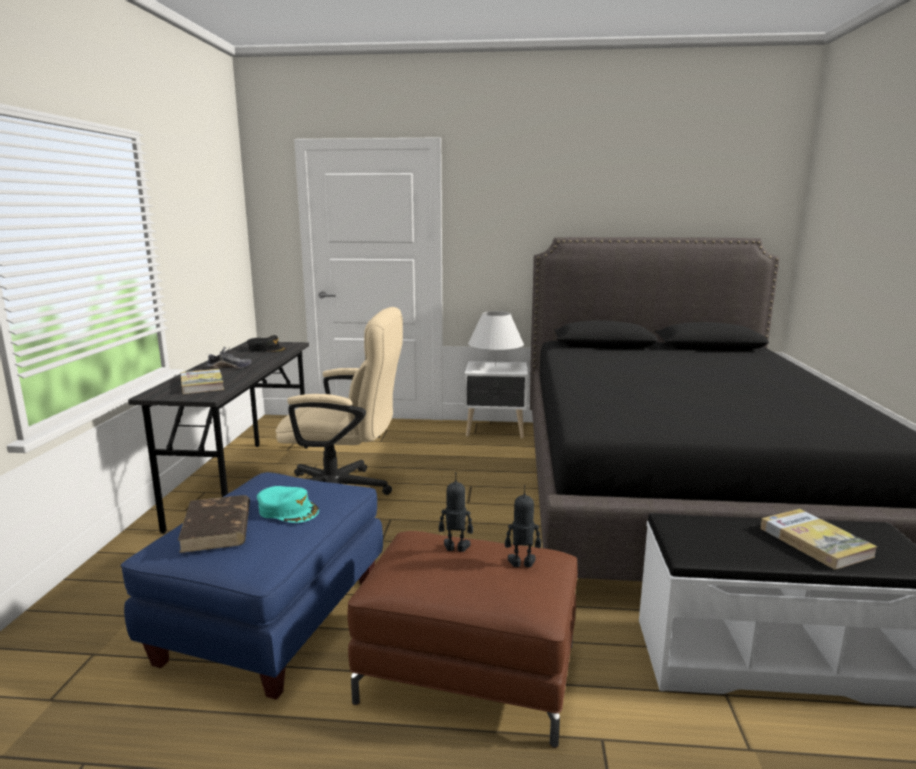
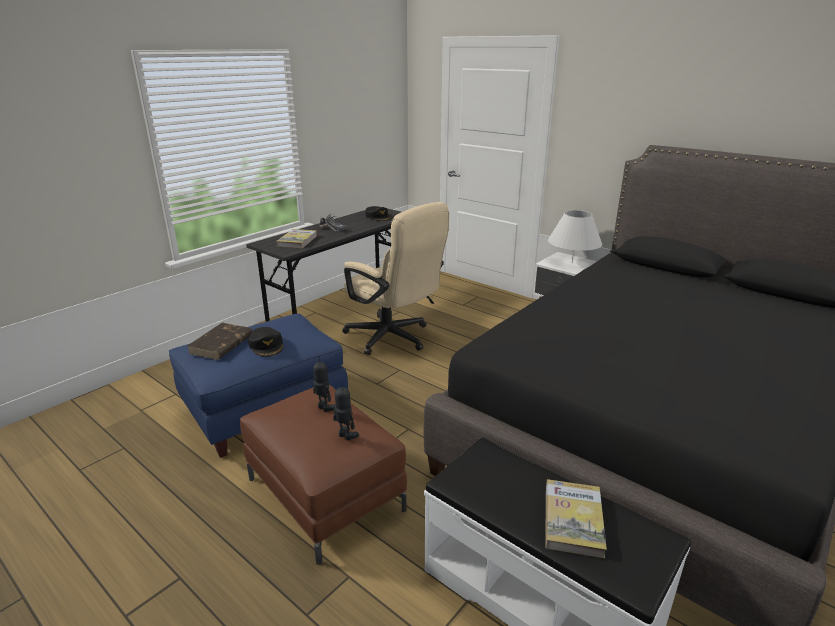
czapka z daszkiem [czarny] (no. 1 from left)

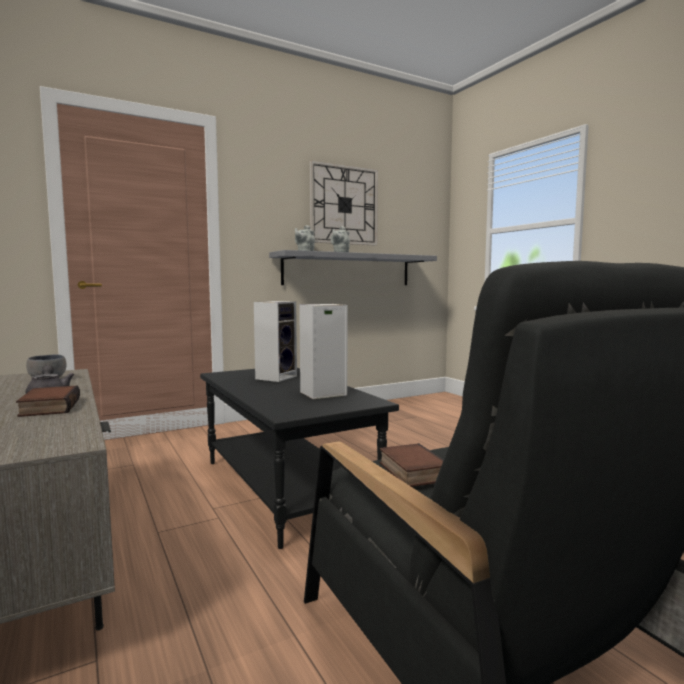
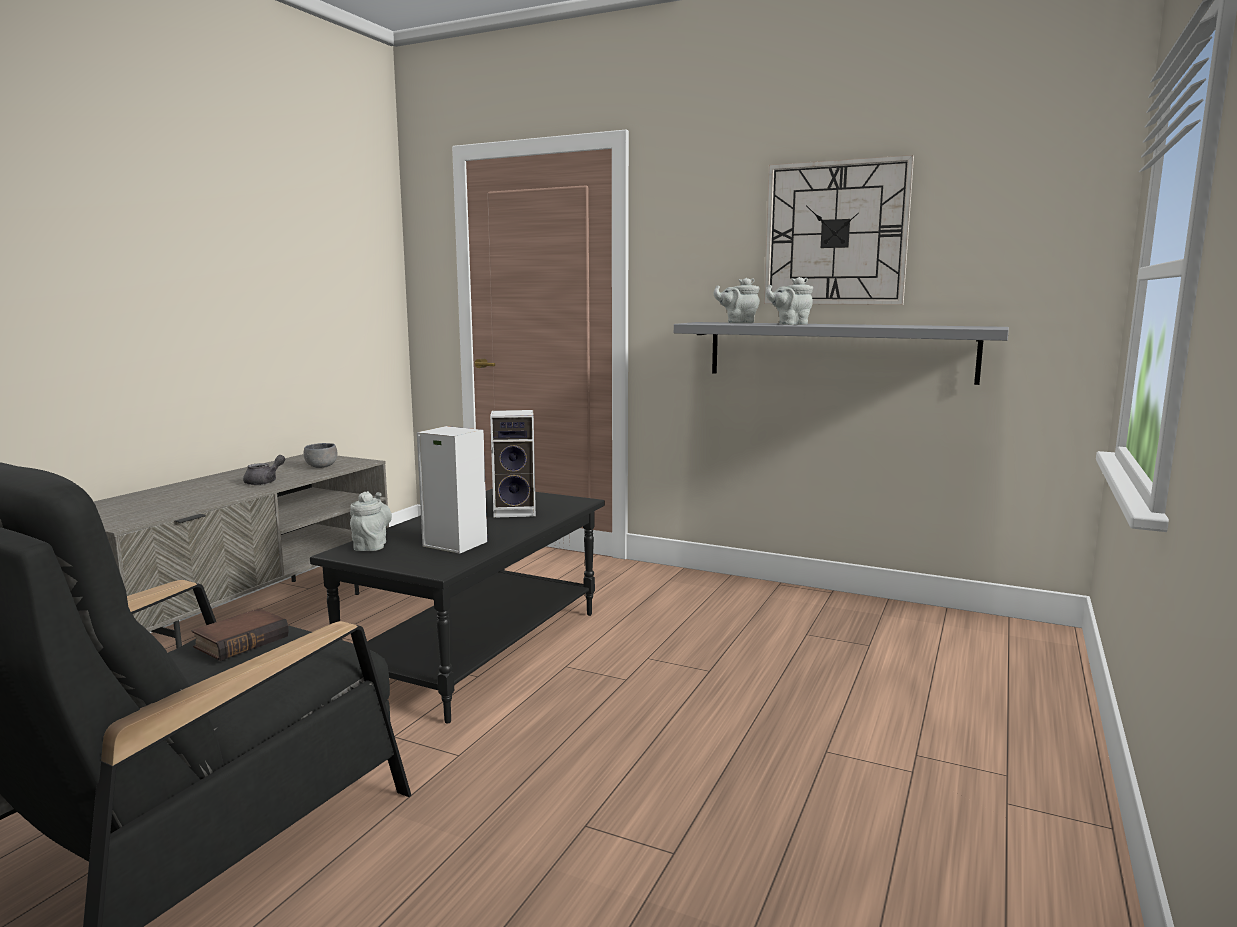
książka (no. 1 from left in the first image)
imbryk [szary] (no. 2 from left)

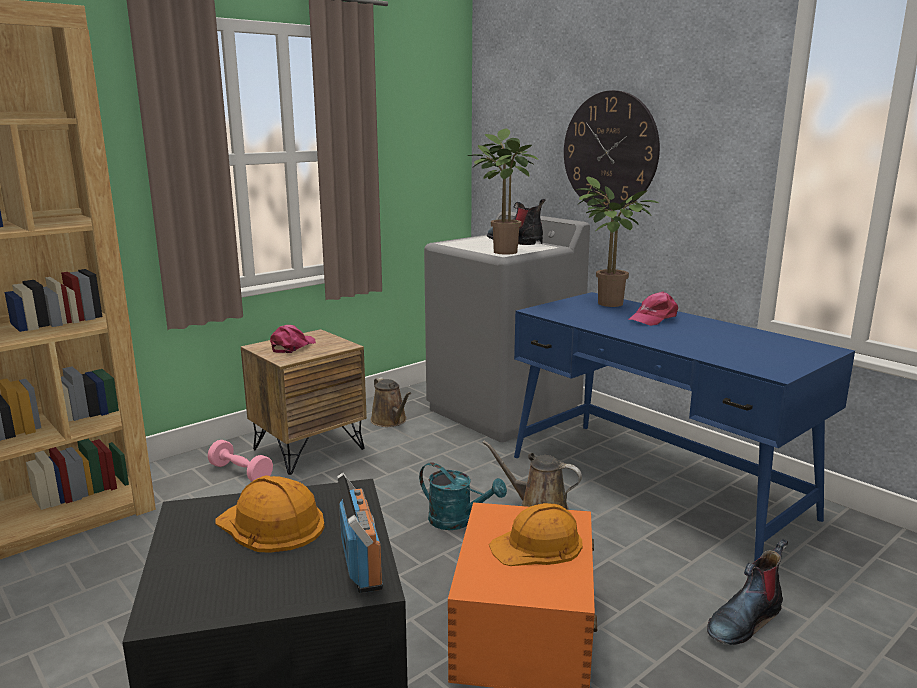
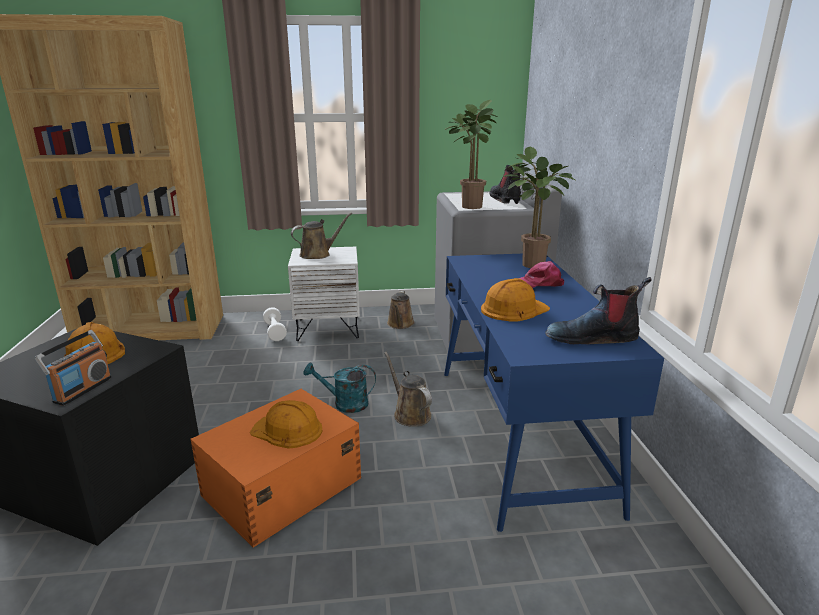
zegar ścienny
konewka [brązowy] (no. 1 from left)
szafka nocna [biały]
hantel [biały]
konewka [turkusowy]
but z cholewką (no. 2 from left)
kask [pomarańczowy] (no. 3 from left)

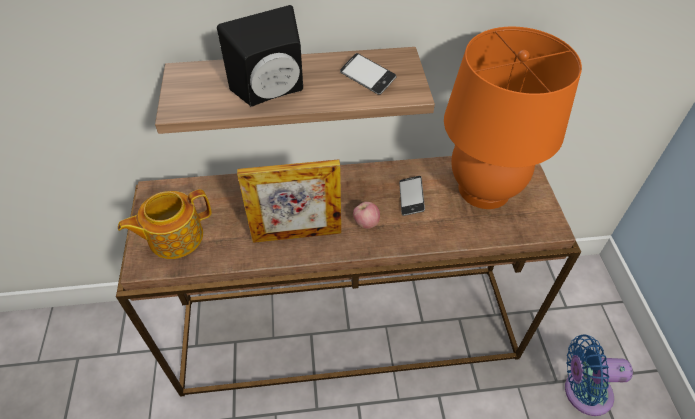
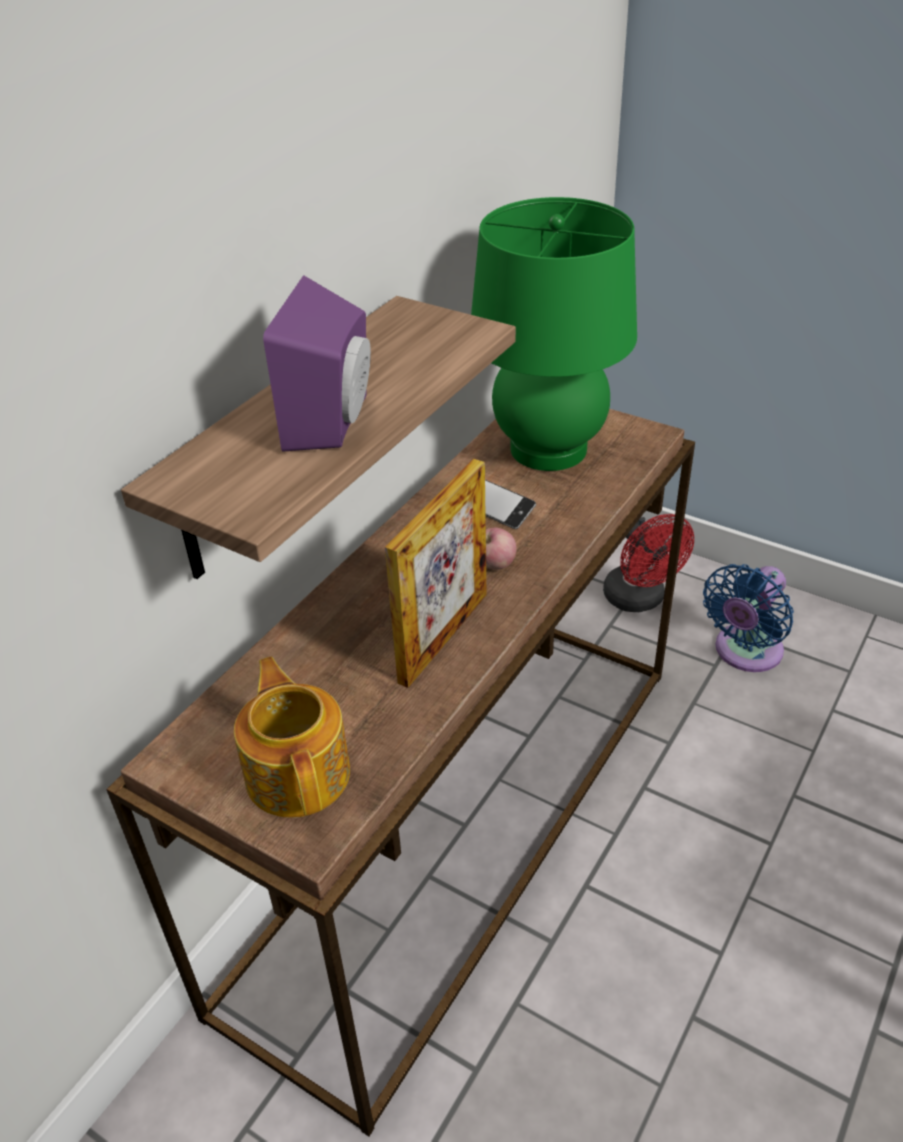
głośnik [fioletowy]
lampa stołowa [zielony]
telefon (no. 1 from left in the first image)
imbryk
wentylator [czerwony]

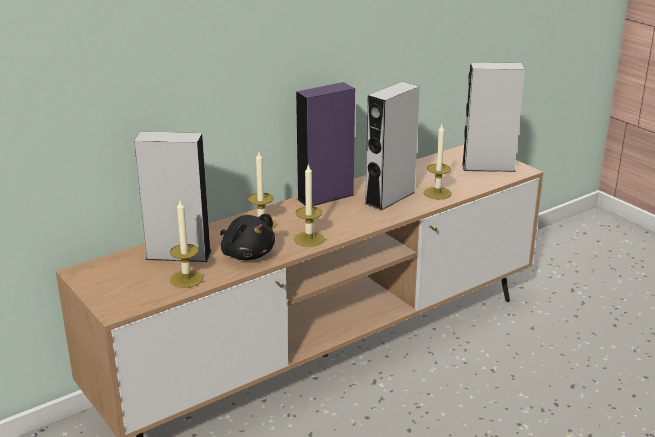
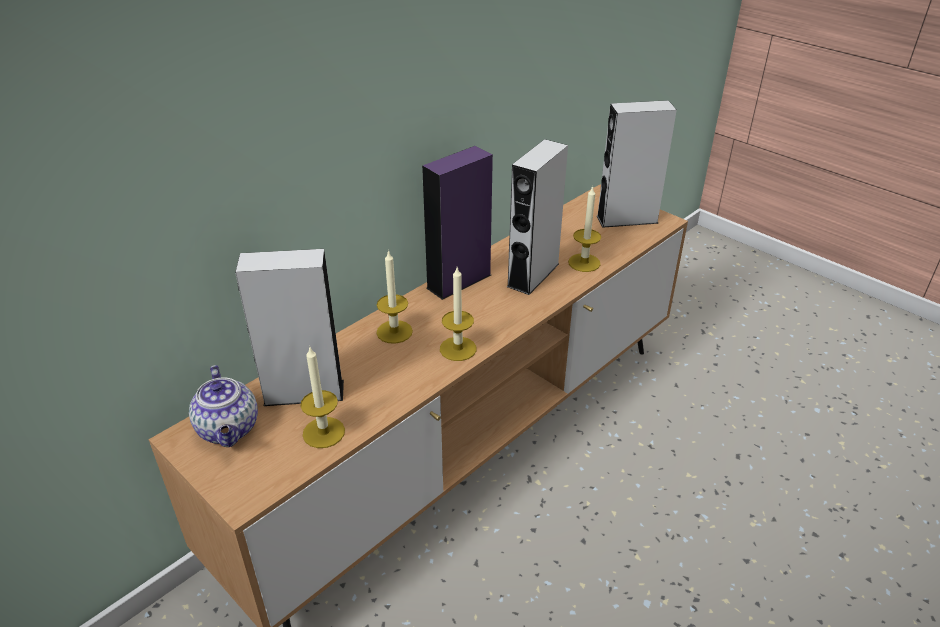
pluszak [czarny]
imbryk

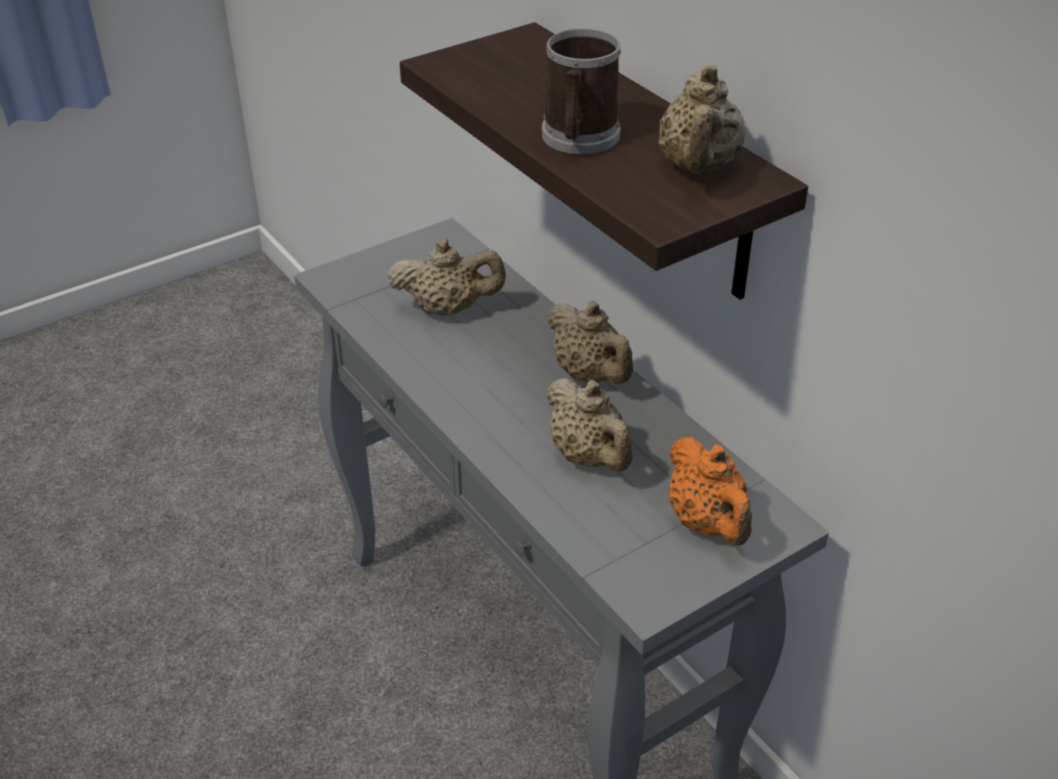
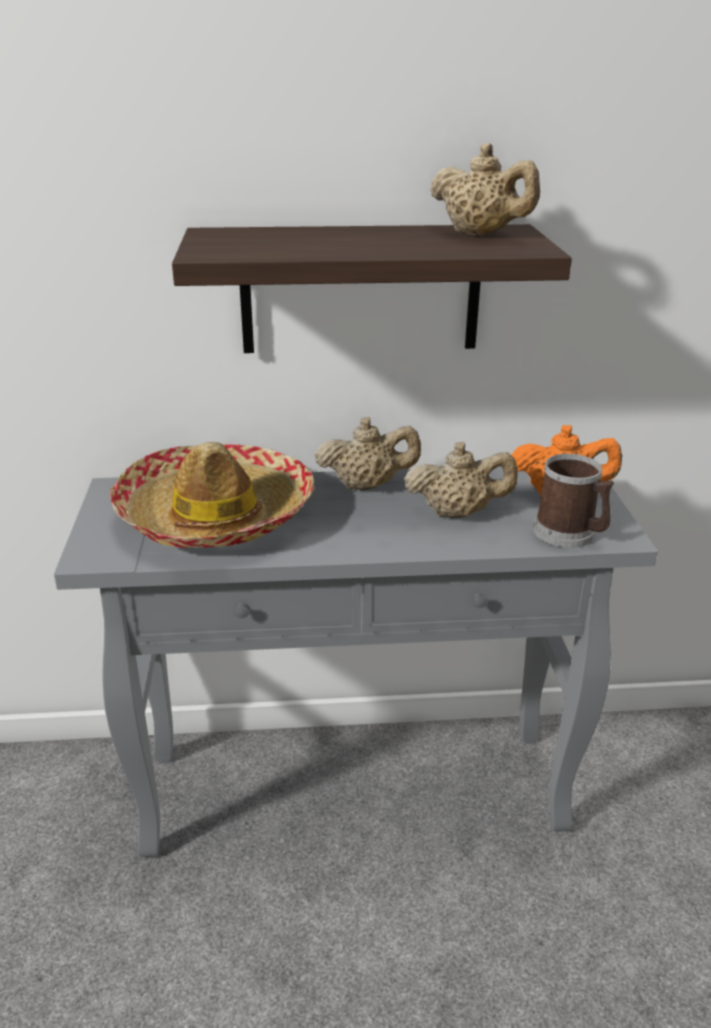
kubek
kapelusz

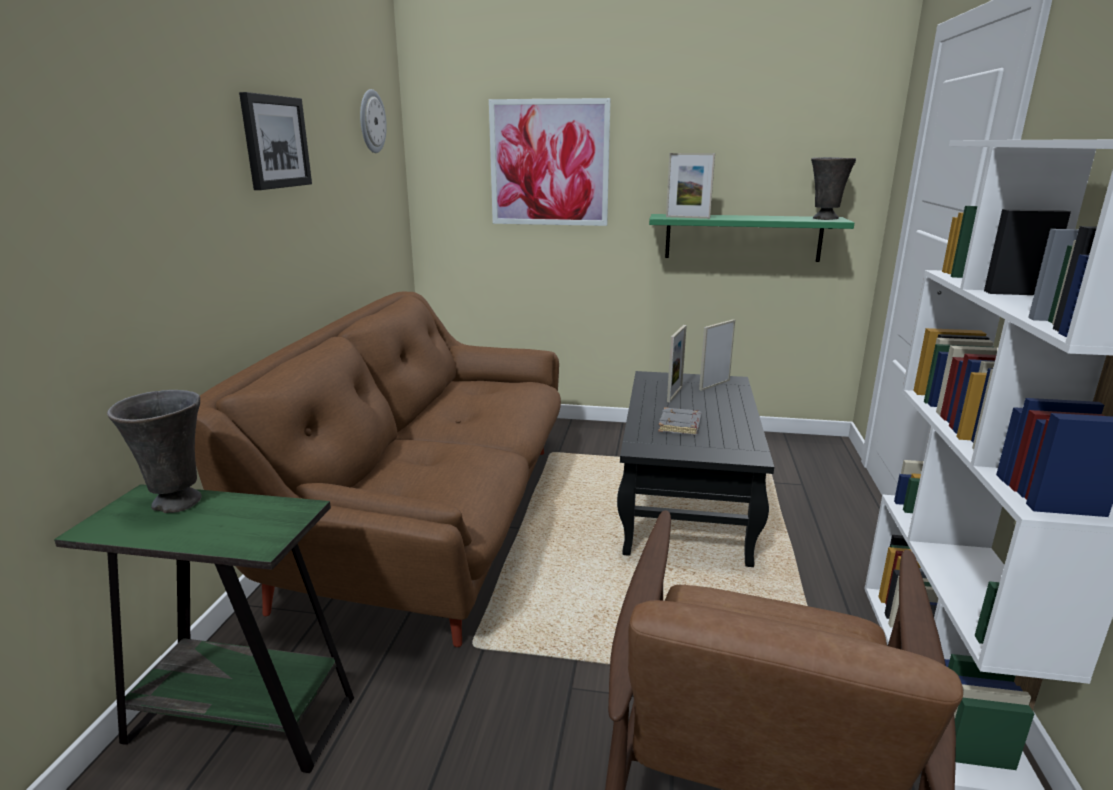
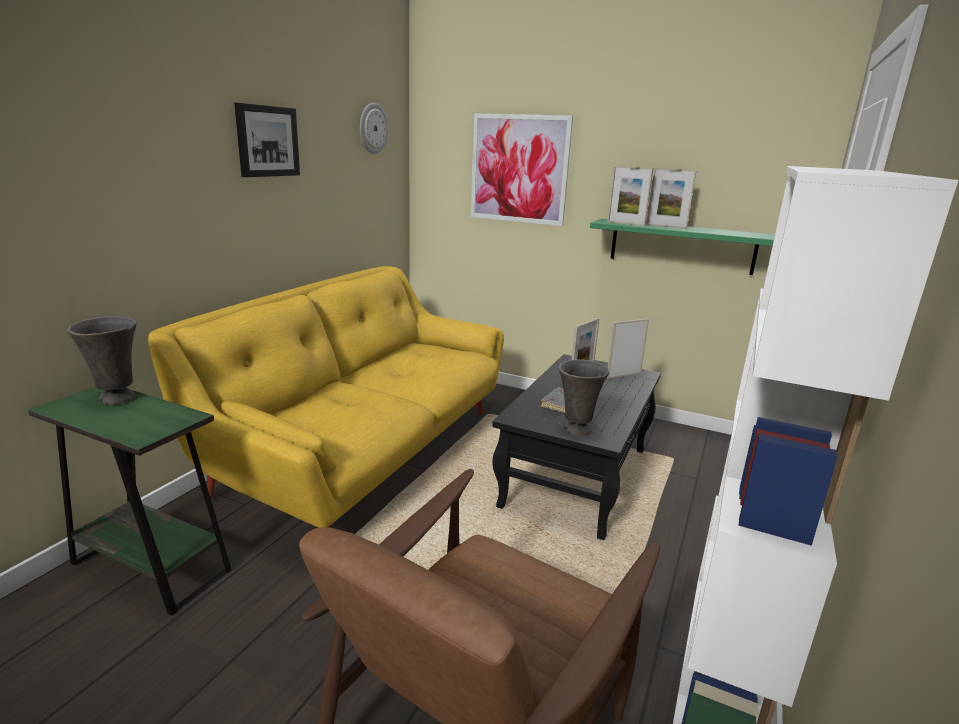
wazon [szary] (no. 2 from left)
kanapa [żółty]
ramka na zdjęcie (no. 4 from left)

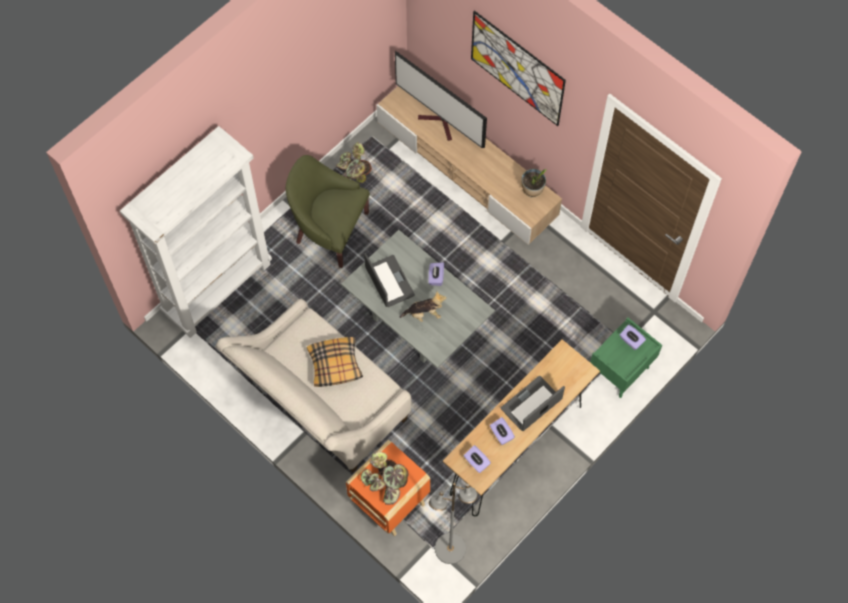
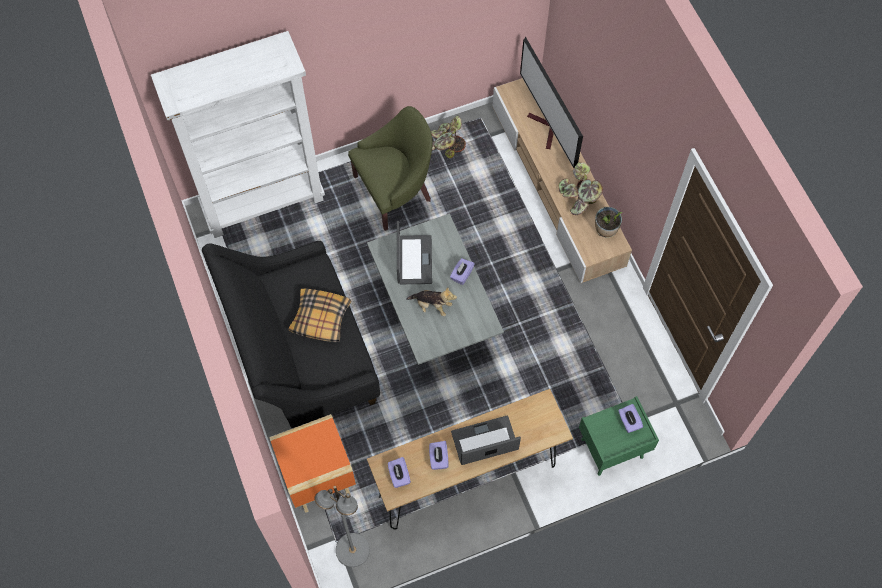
obraz
fotel [zielony]
kanapa [czarny]
roślina doniczkowa (no. 2 from left)

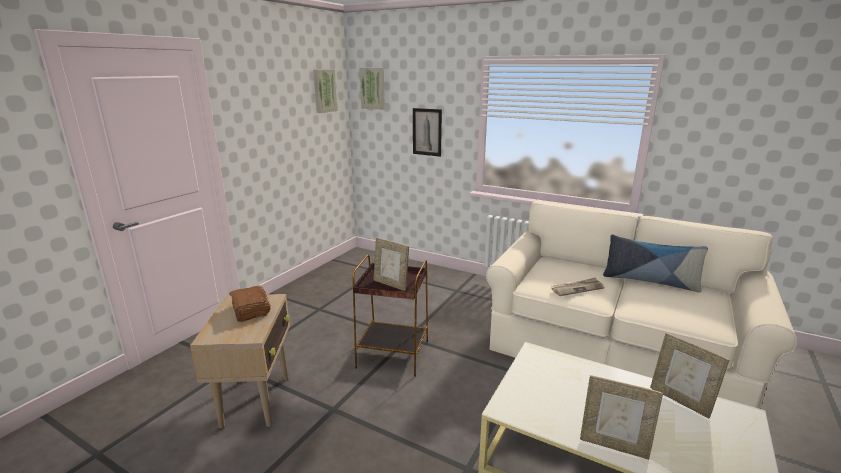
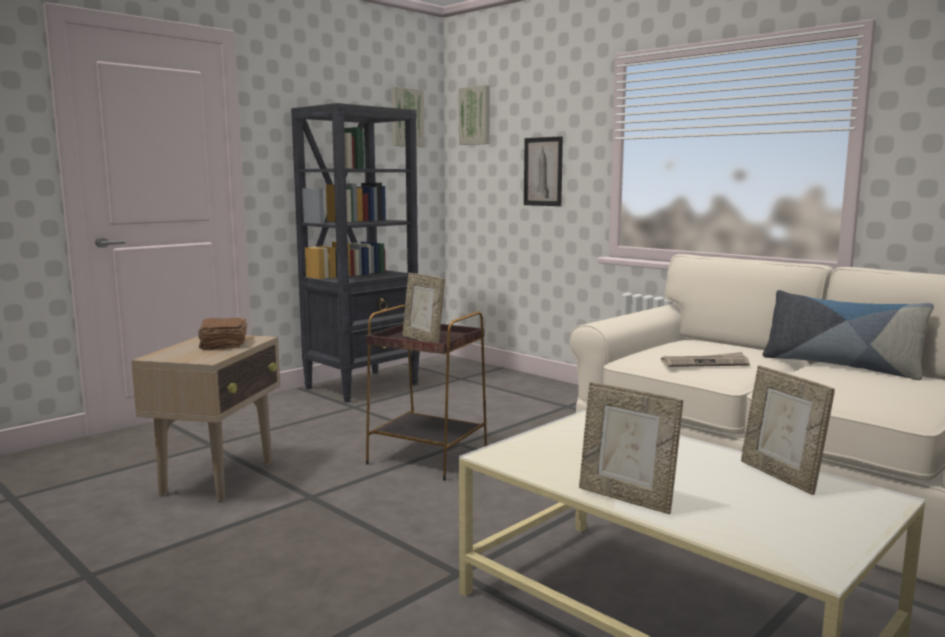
regał [czarny]

